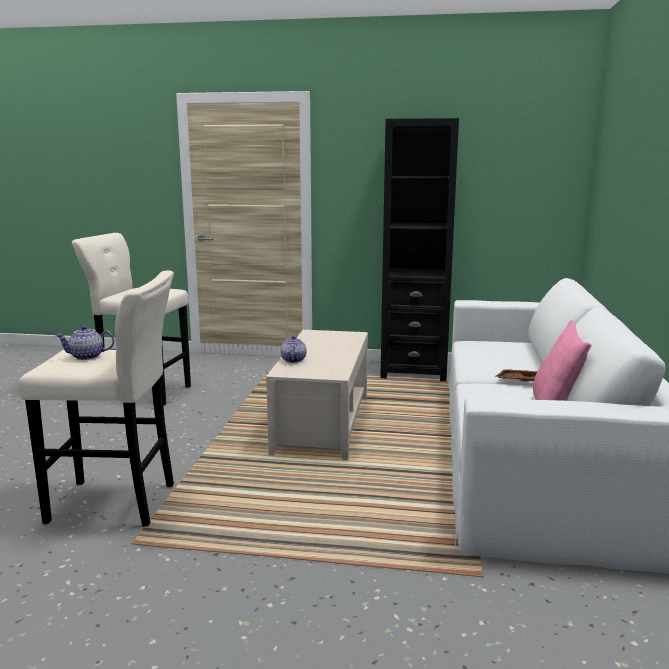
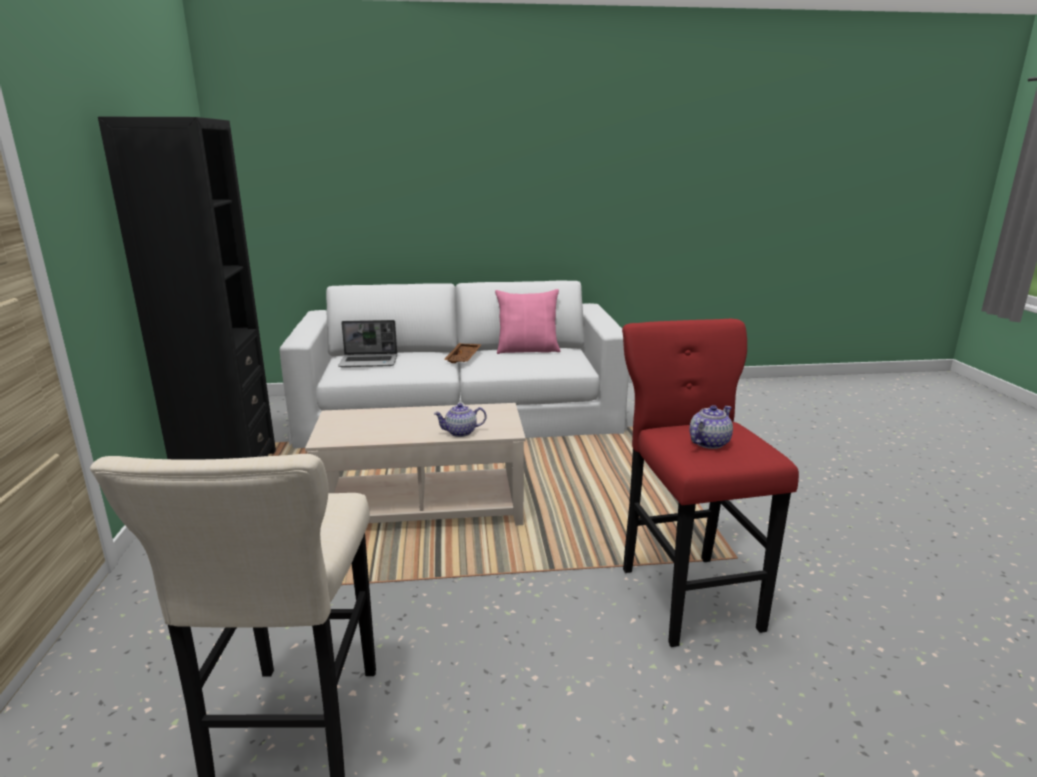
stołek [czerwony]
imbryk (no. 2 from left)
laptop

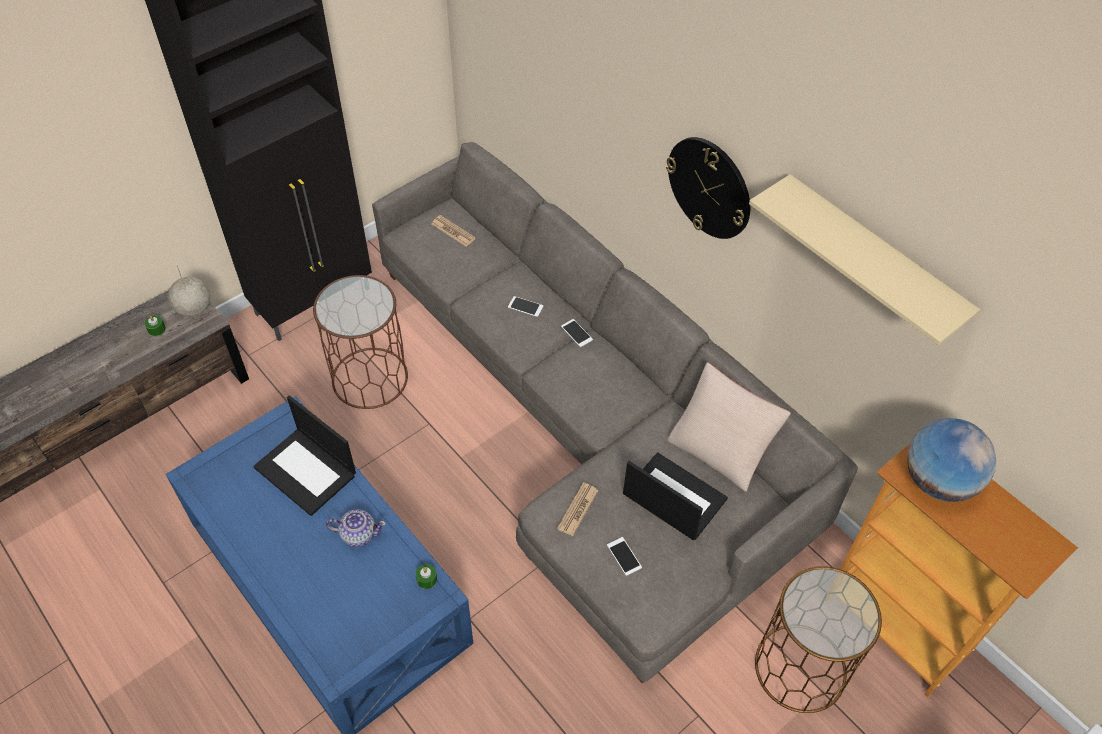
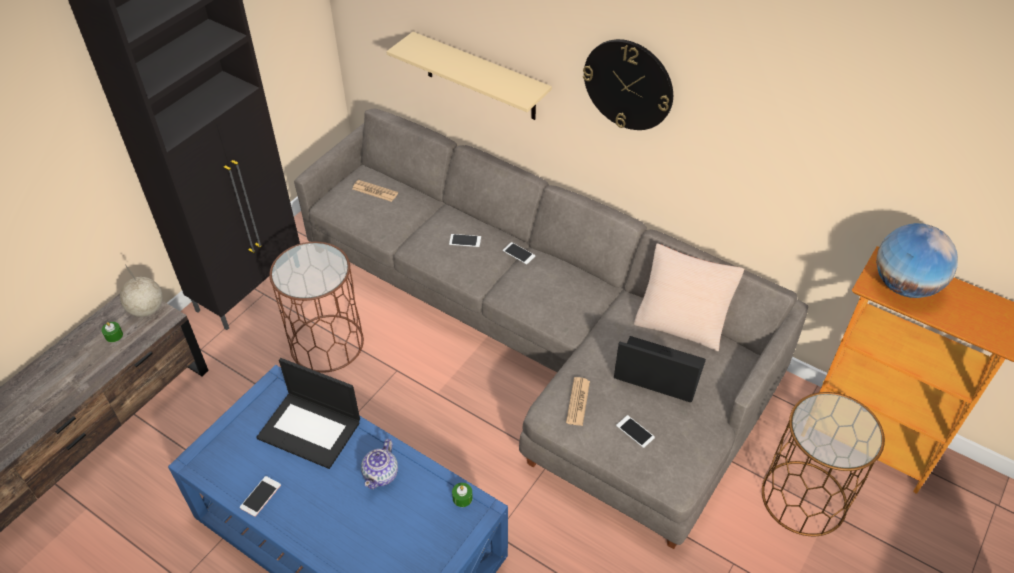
półka [beżowy]
imbryk
telefon (no. 1 from left)

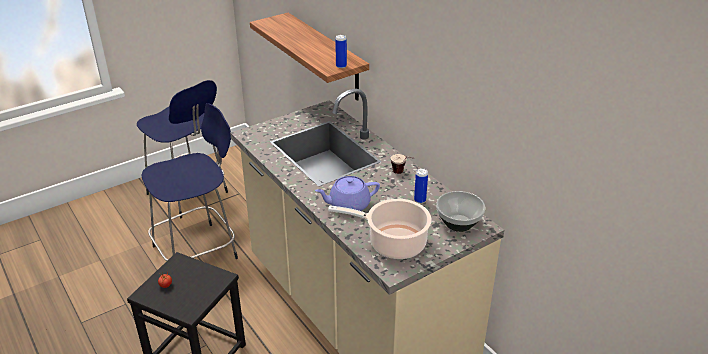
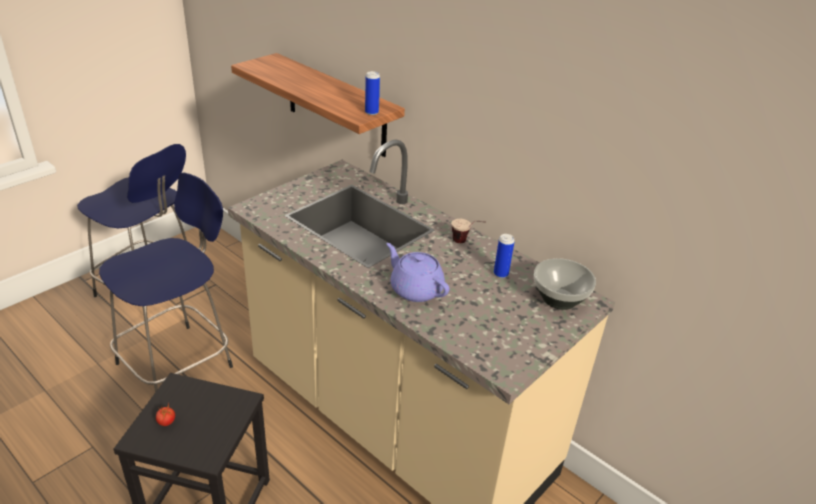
imbryk [fioletowy]
garnek

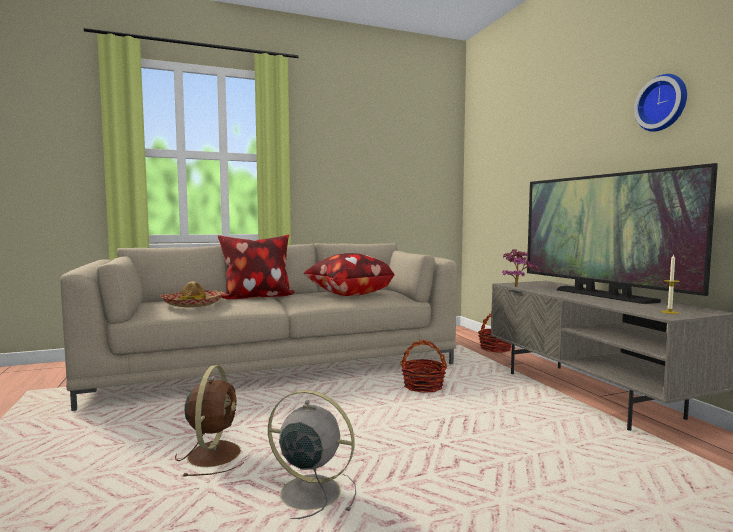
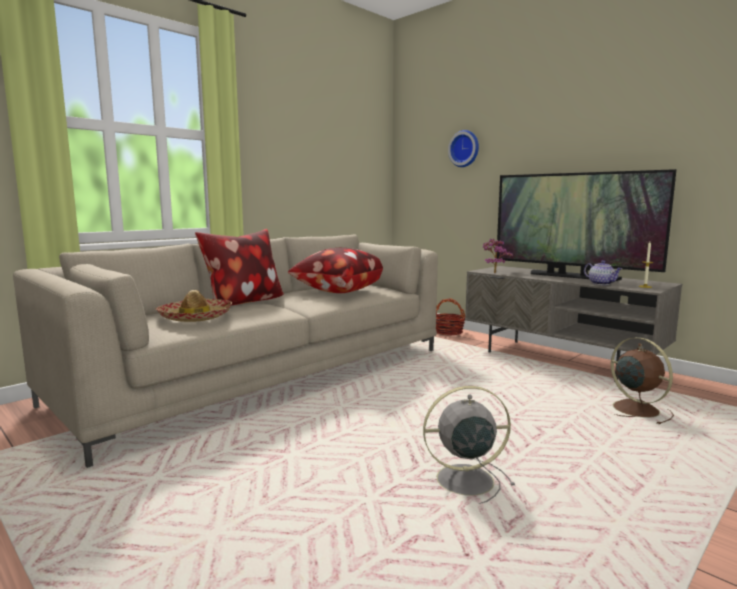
zegar ścienny
koszyk (no. 1 from left in the first image)
wentylator [brązowy]
imbryk

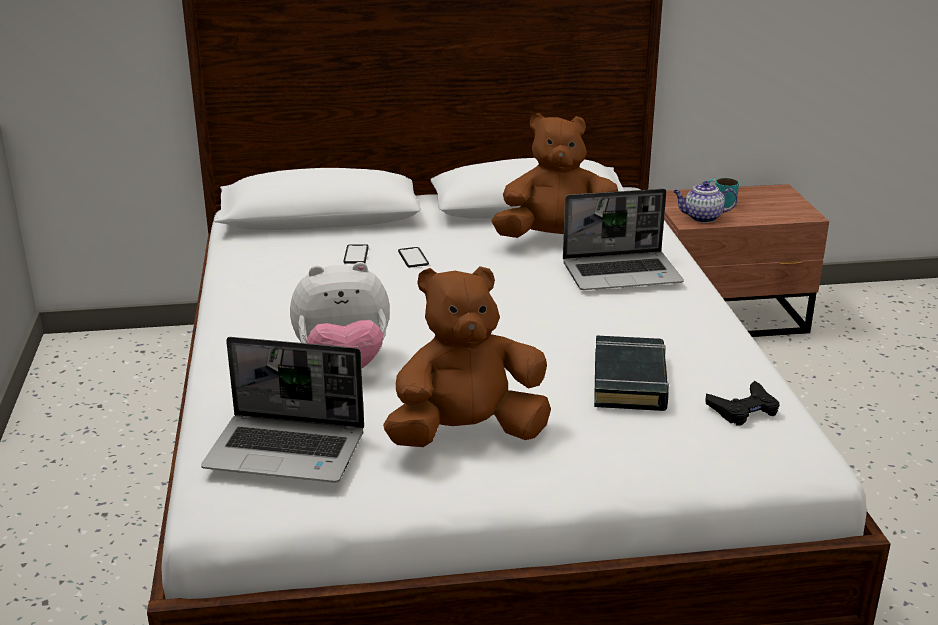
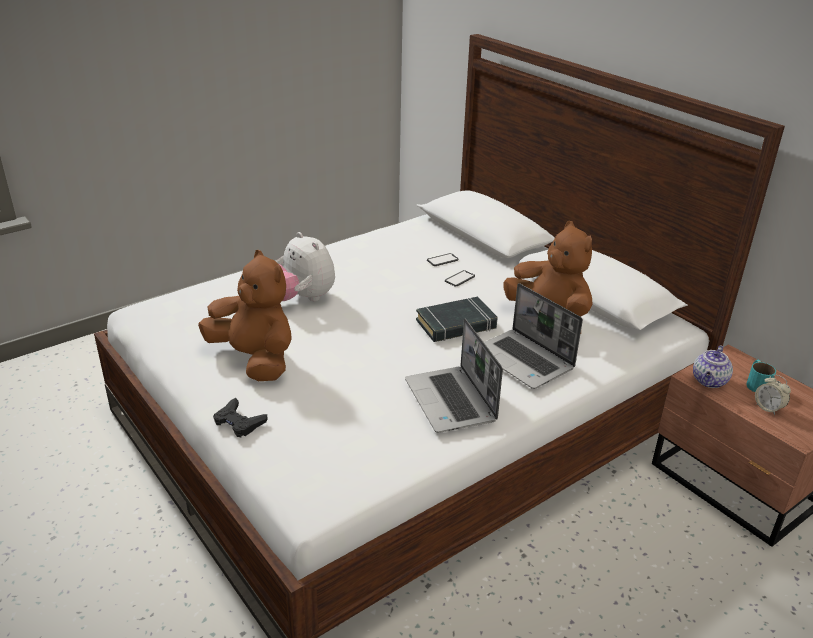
imbryk
książka [czarny]
laptop (no. 1 from left)
pad do gier [czarny]
budzik

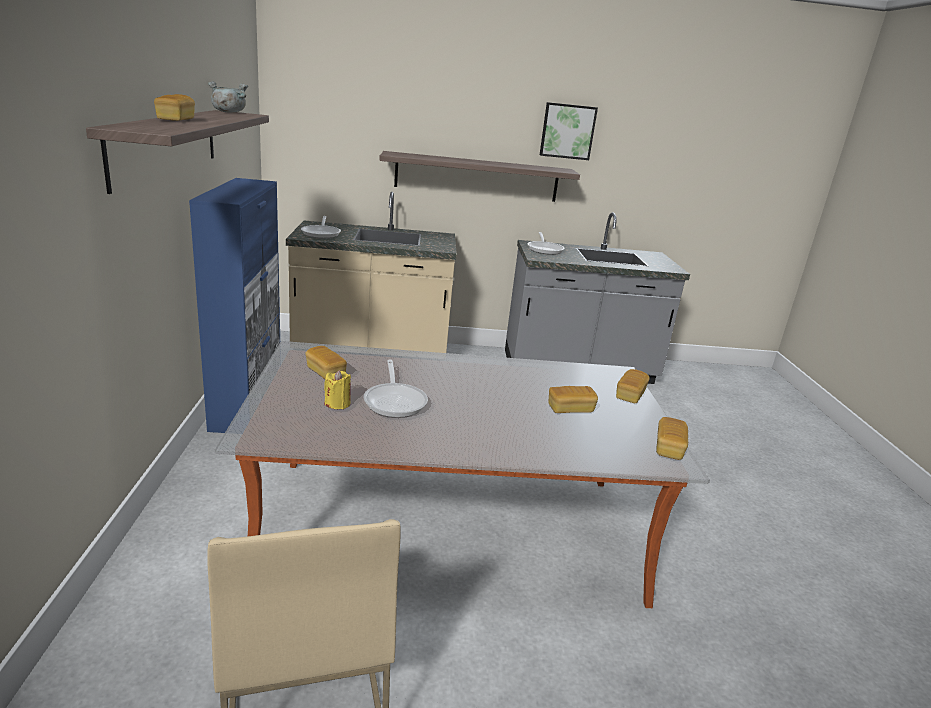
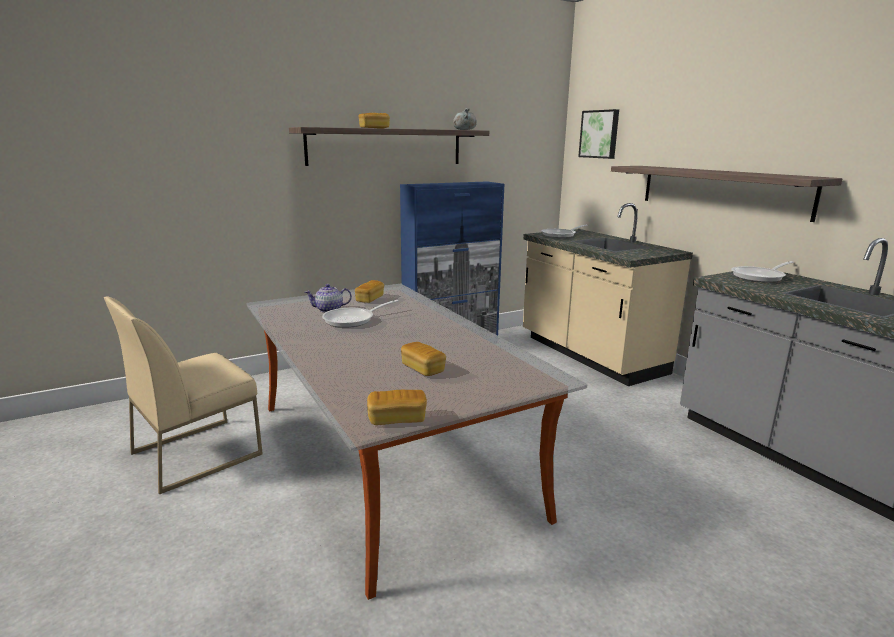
obraz
chleb (no. 4 from left in the first image)
imbryk

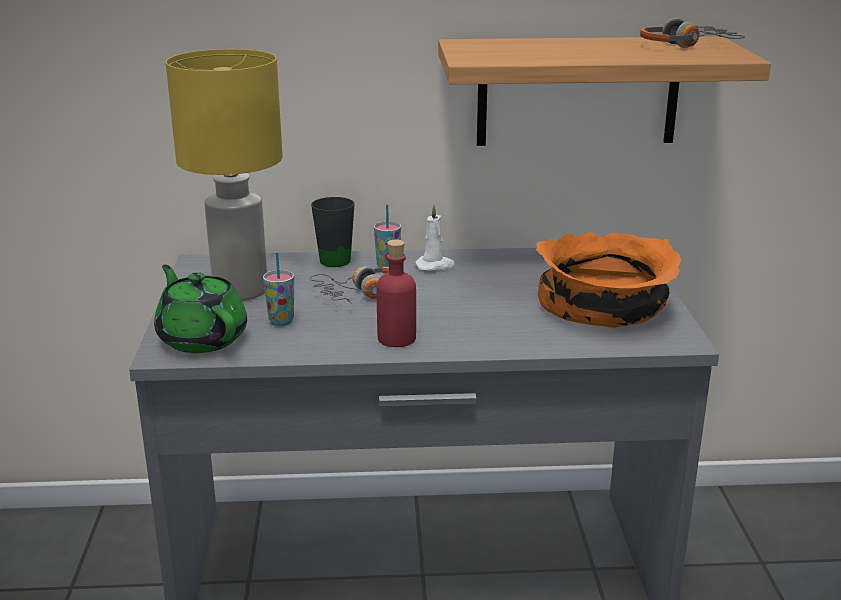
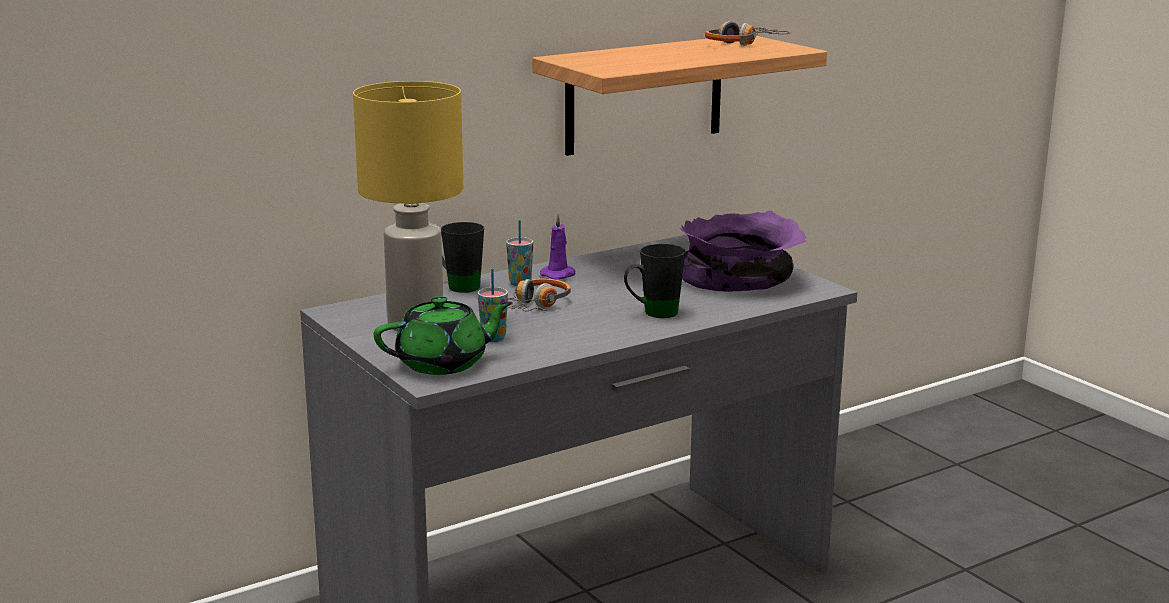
świeca [fioletowy]
miska [fioletowy]
butelka [czerwony]
imbryk [zielony]
kubek [czarny] (no. 2 from left)

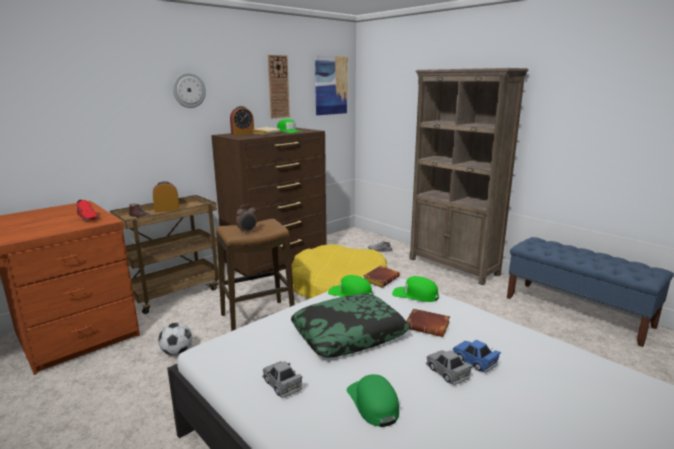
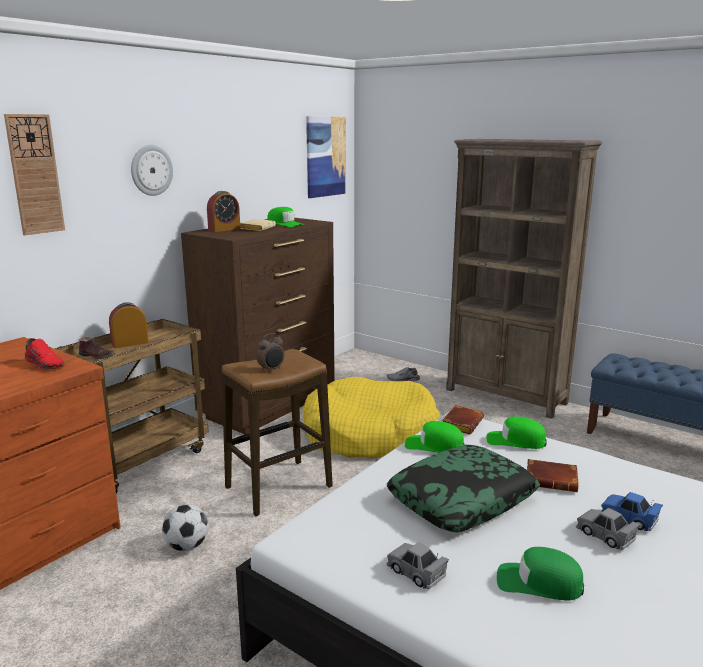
zegar ścienny (no. 1 from left)
czapka z daszkiem [zielony] (no. 4 from left)

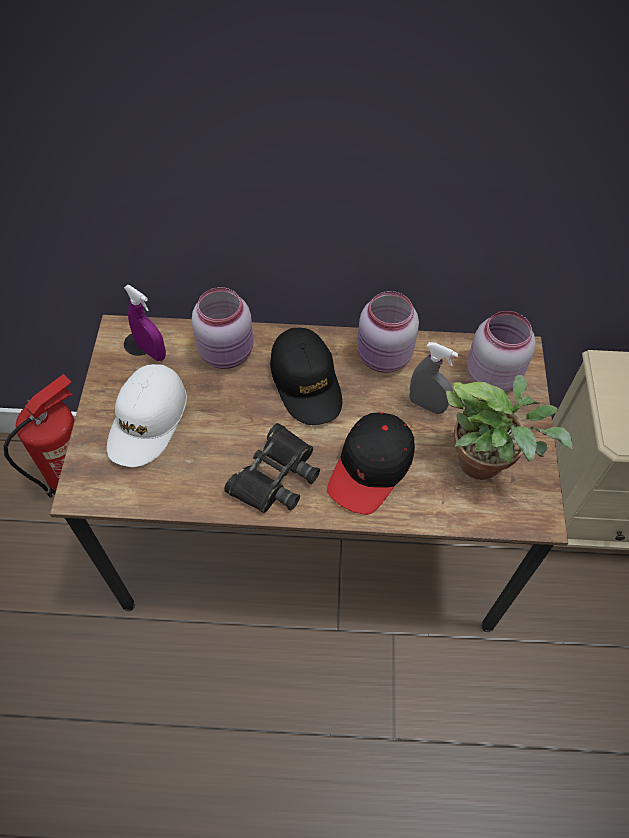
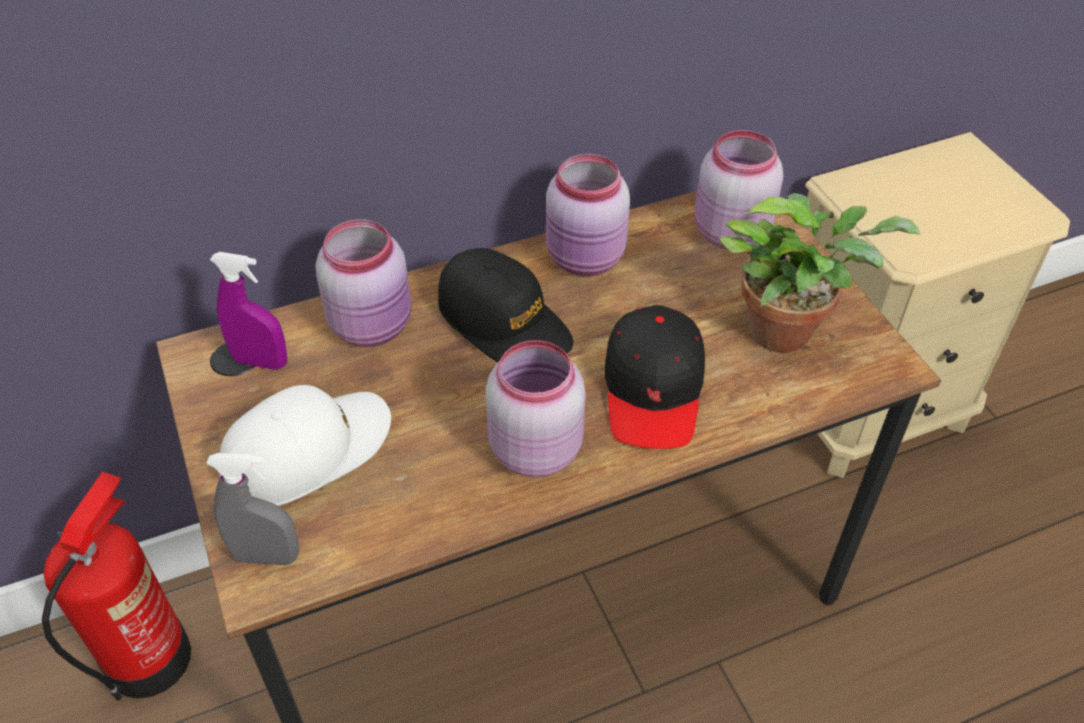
spryskiwacz [szary]
czapka z daszkiem [biały]
słoik [różowy] (no. 2 from left)

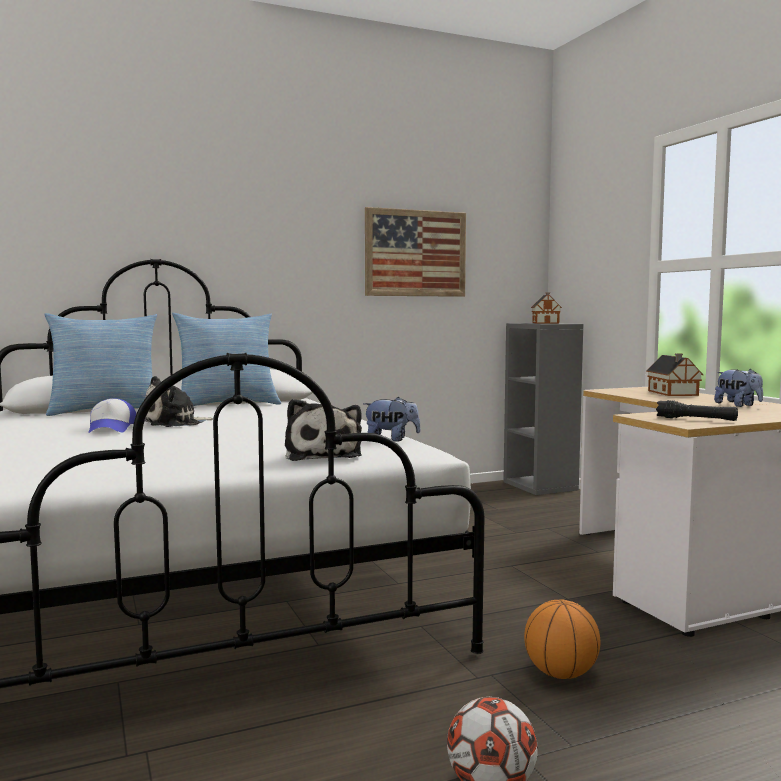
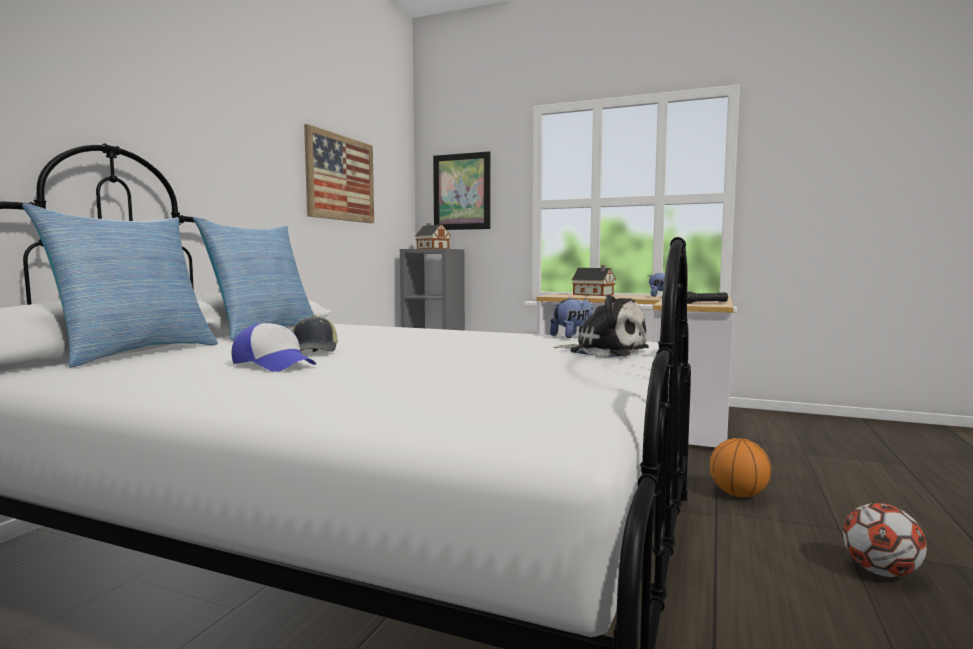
czapka z daszkiem (no. 2 from left)
obraz (no. 2 from left)

